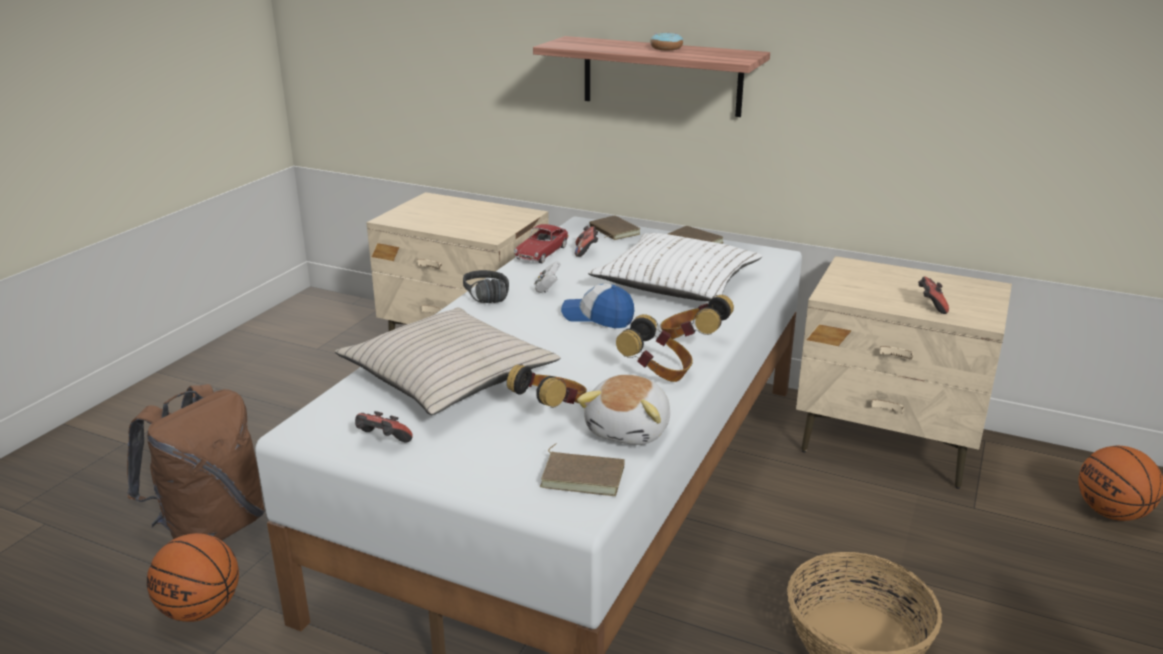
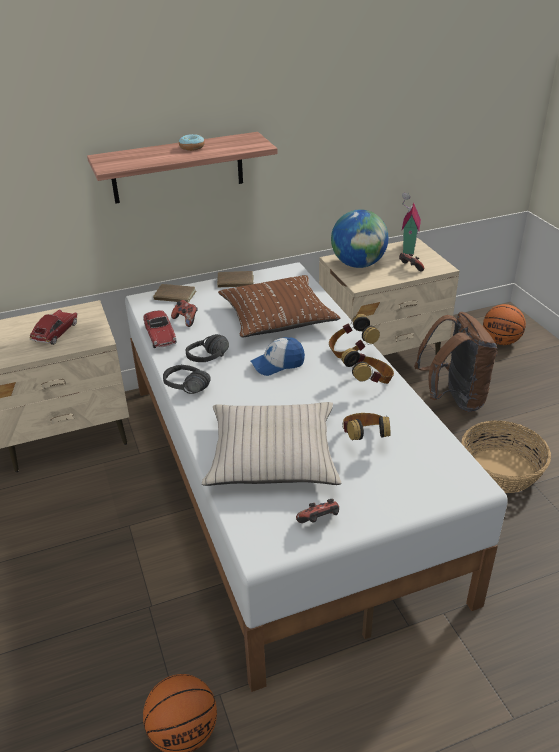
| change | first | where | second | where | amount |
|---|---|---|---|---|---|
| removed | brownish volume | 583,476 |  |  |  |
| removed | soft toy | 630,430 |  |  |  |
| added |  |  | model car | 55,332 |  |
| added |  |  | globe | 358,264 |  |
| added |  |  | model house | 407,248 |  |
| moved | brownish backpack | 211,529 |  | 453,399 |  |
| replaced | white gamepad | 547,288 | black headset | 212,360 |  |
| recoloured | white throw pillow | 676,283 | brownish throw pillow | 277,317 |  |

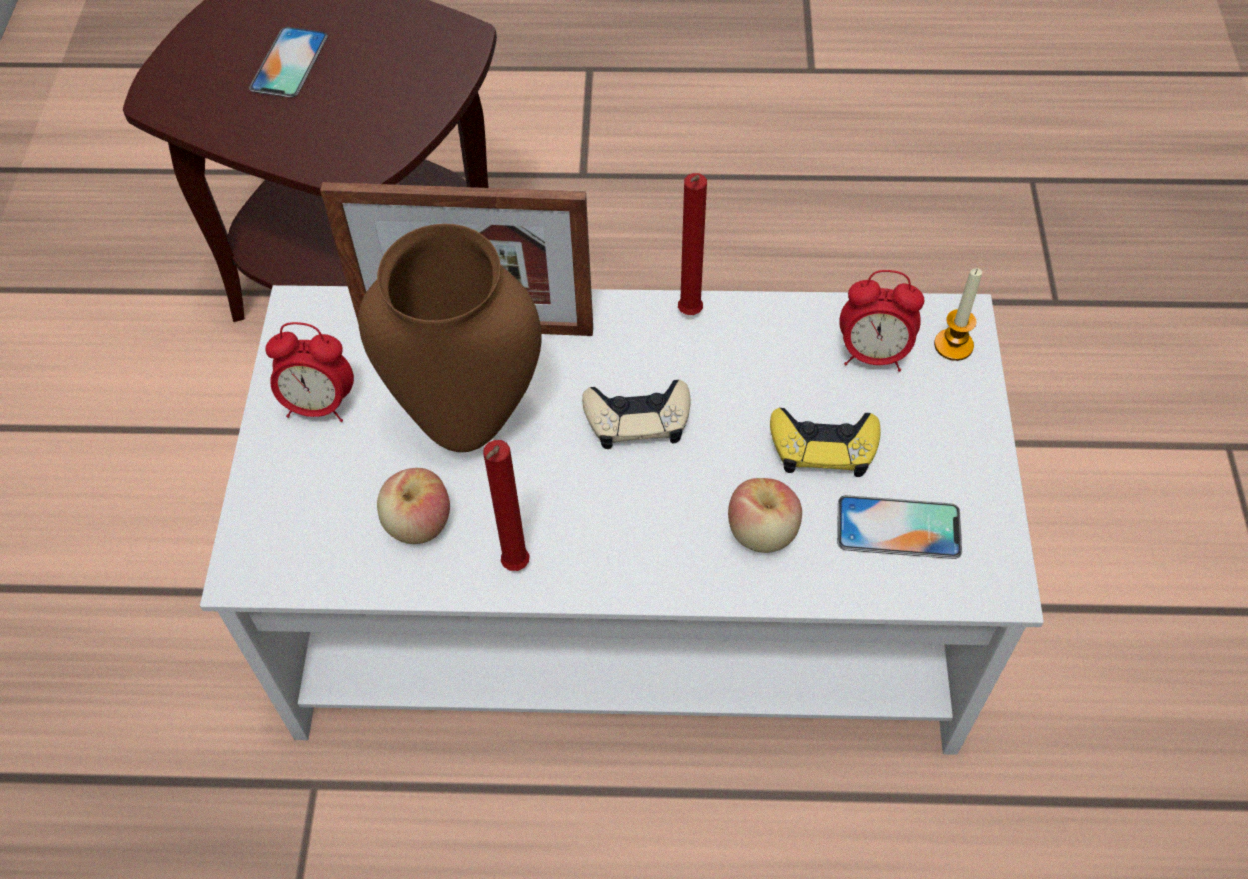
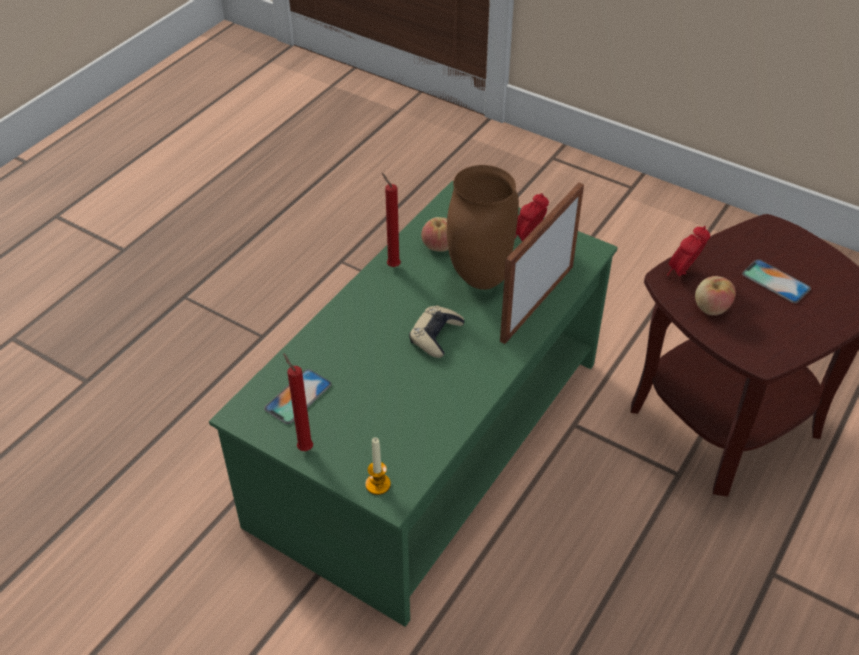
| change | first | where | second | where | amount |
|---|---|---|---|---|---|
| removed | yellow-coloured gamepad | 823,446 |  |  |  |
| moved | red wax candle | 688,315 |  | 304,447 |  |
| moved | whole apple | 762,532 |  | 711,308 |  |
| moved | alarm clock | 873,355 |  | 683,272 |  |
| recoloured | white lounge table | 632,595 | greenish lounge table | 428,442 |  |

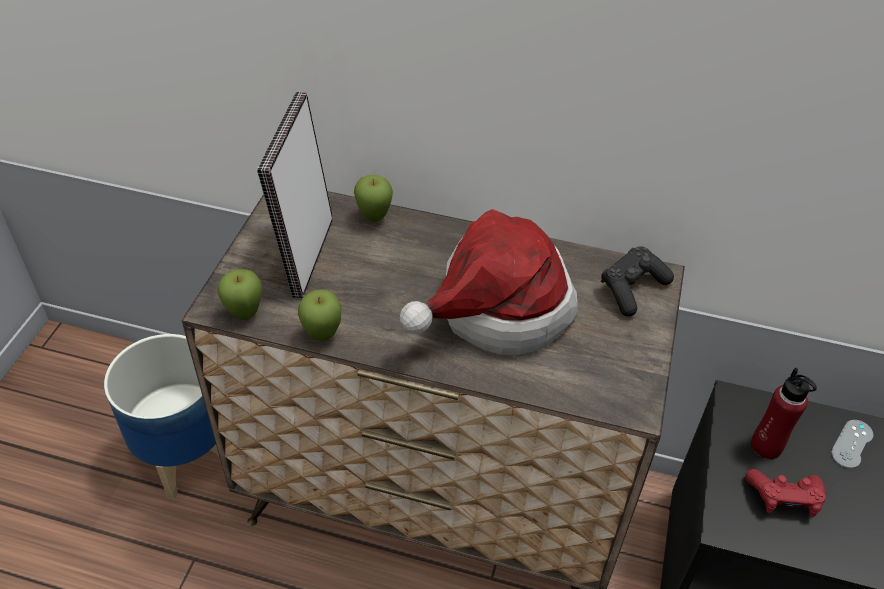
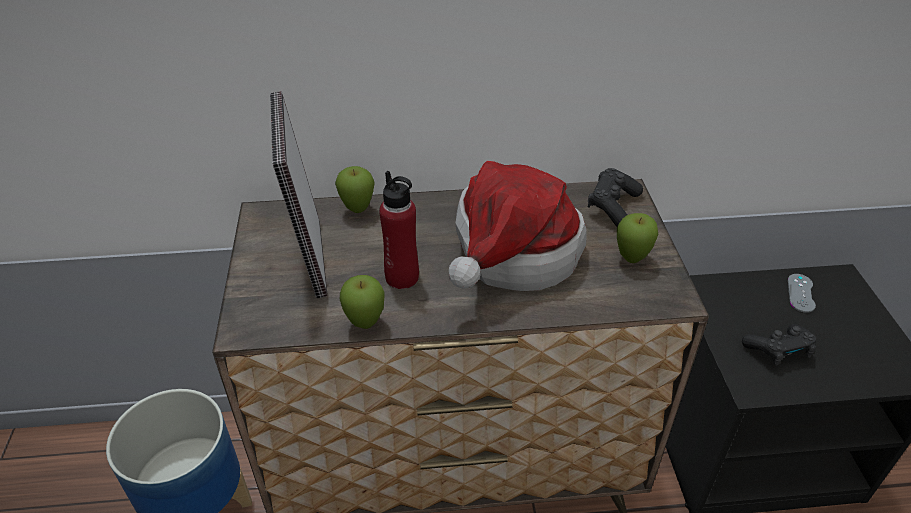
| change | first | where | second | where | amount |
|---|---|---|---|---|---|
| moved | whole apple | 245,315 |  | 631,259 |  |
| moved | red drink bottle | 766,446 |  | 402,277 |  |
| recoloured | red gamepad | 783,498 | black gamepad | 778,351 |  |

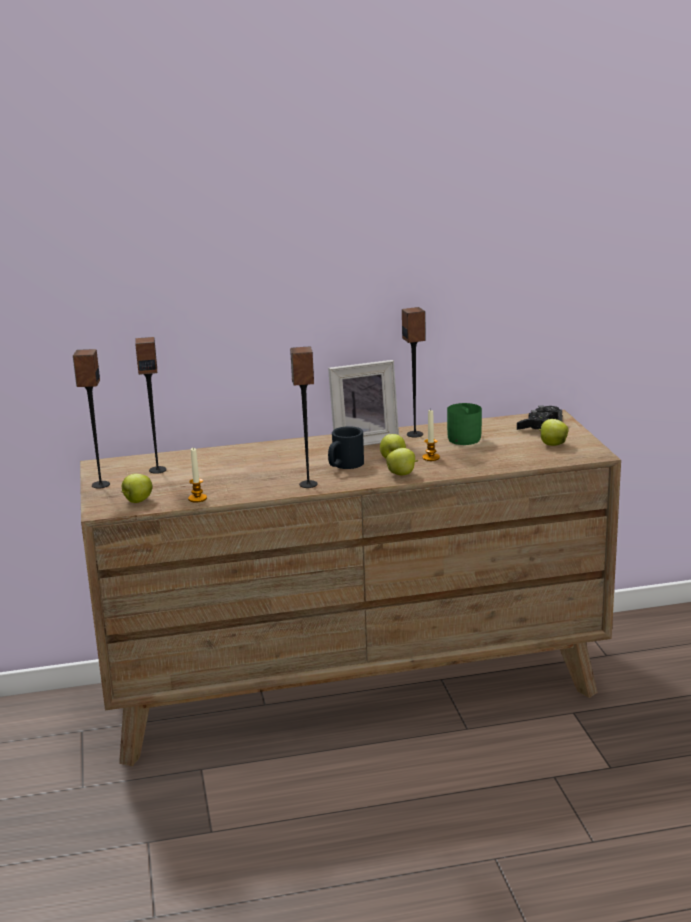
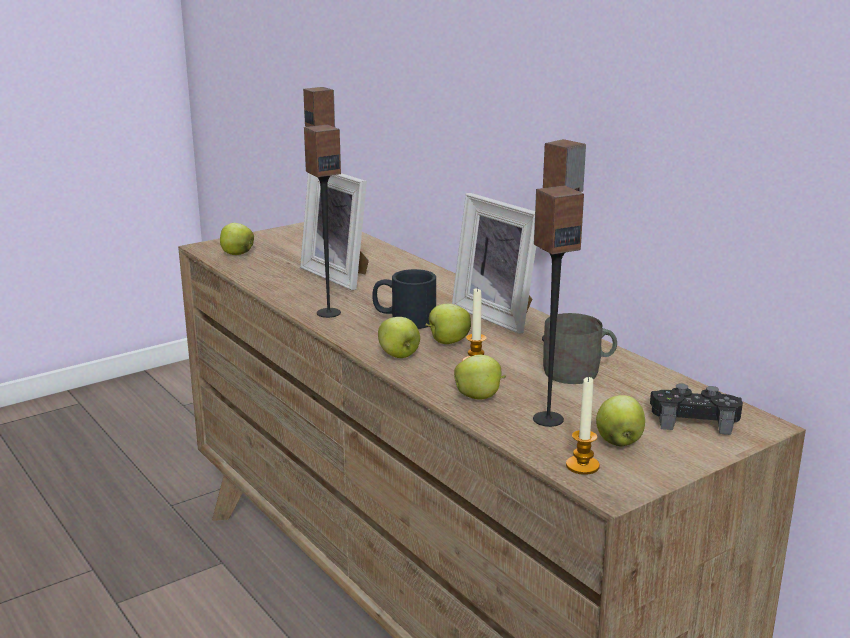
| change | first | where | second | where | amount |
|---|---|---|---|---|---|
| added |  |  | picture frame | 340,275 |  |
| added |  |  | whole apple | 479,397 |  |
| moved | audio speaker | 100,485 |  | 547,419 |  |
| moved | wax candle | 197,498 |  | 582,466 |  |
| recoloured | greenish coffee mug | 466,437 | greyish coffee mug | 579,372 |  |

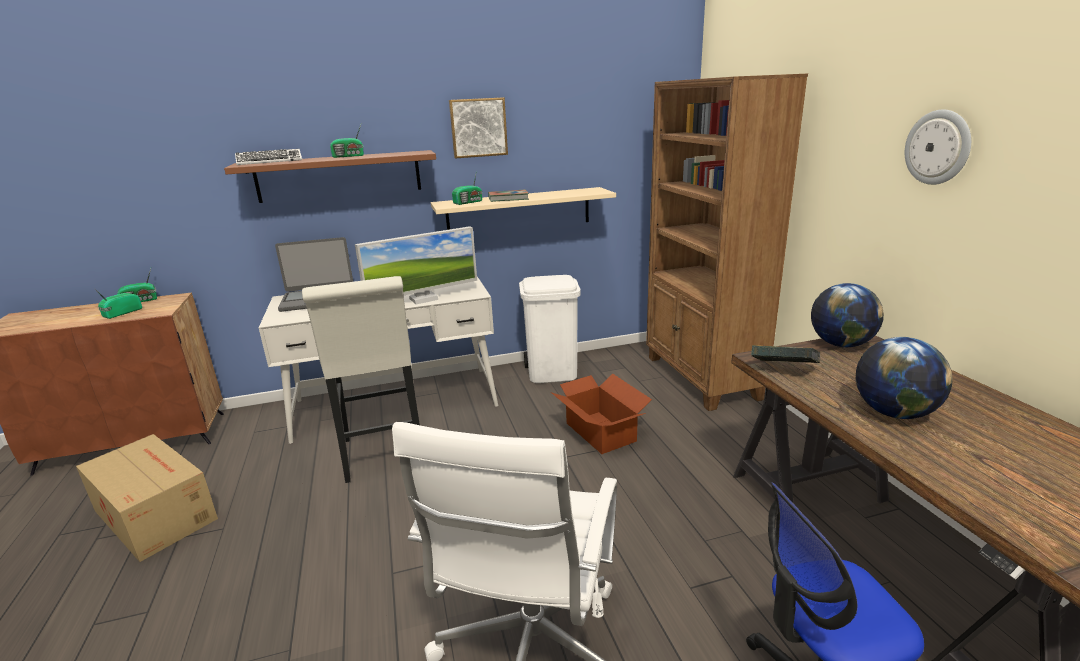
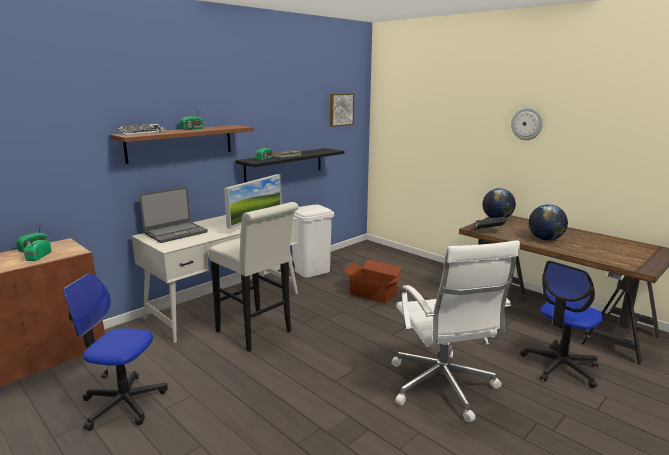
| change | first | where | second | where | amount |
|---|---|---|---|---|---|
| removed | brownish bookcase | 701,378 |  |  |  |
| moved | picture | 478,127 |  | 340,109 |  |
| replaced | cardboard box | 155,513 | desk chair | 123,403 |  |
| recoloured | beige bracket shelf | 519,211 | black bracket shelf | 284,165 |  |

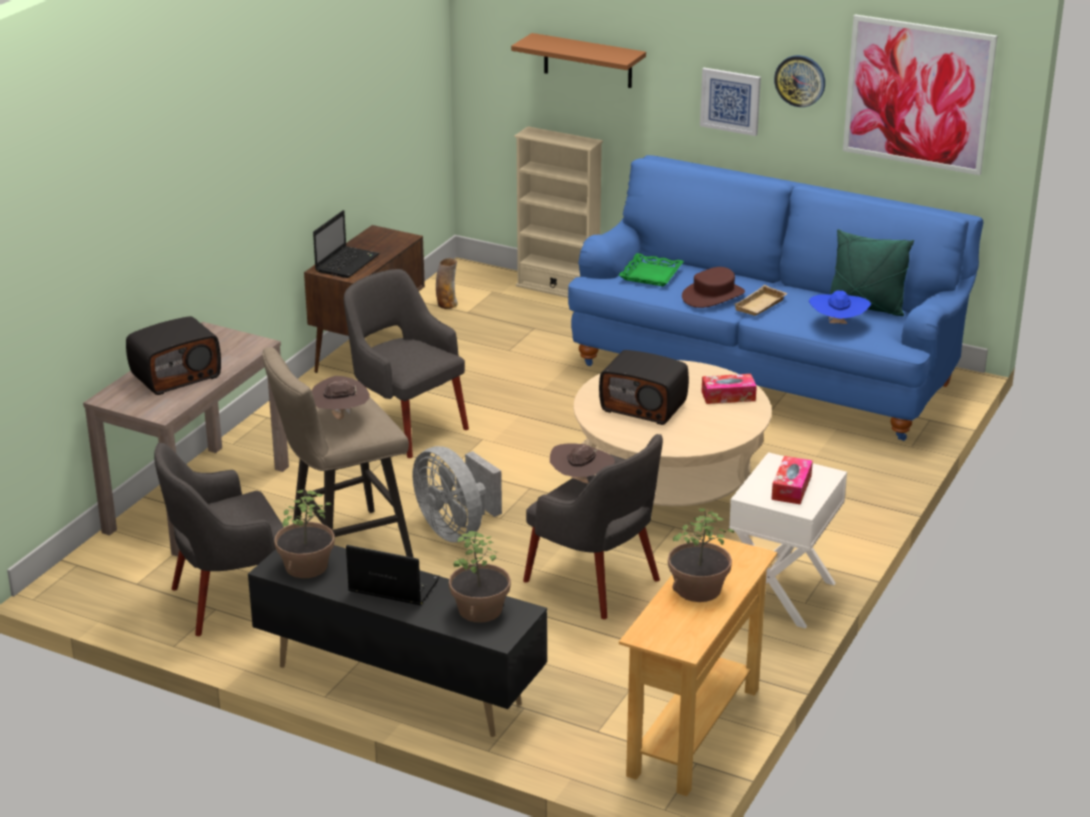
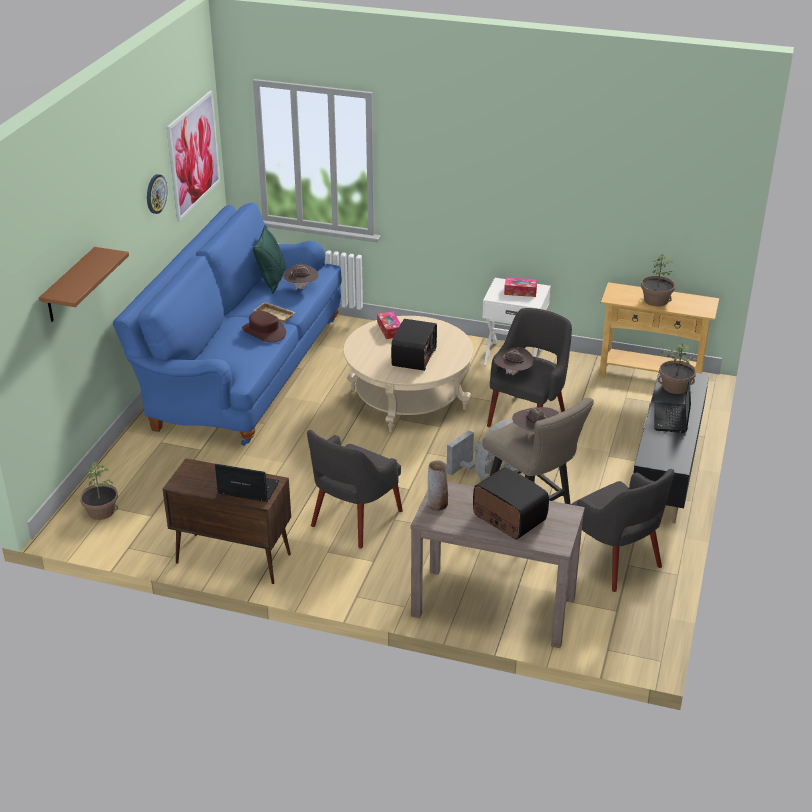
| change | first | where | second | where | amount |
|---|---|---|---|---|---|
| removed | beige bookcase | 558,289 |  |  |  |
| removed | greenish carrying tray | 651,275 |  |  |  |
| removed | picture | 730,101 |  |  |  |
| moved | houseplant | 306,566 |  | 101,511 |  |
| moved | vase | 447,304 |  | 437,505 |  |
| recoloured | bluish wearable hat | 837,325 | brownish wearable hat | 301,288 |  |

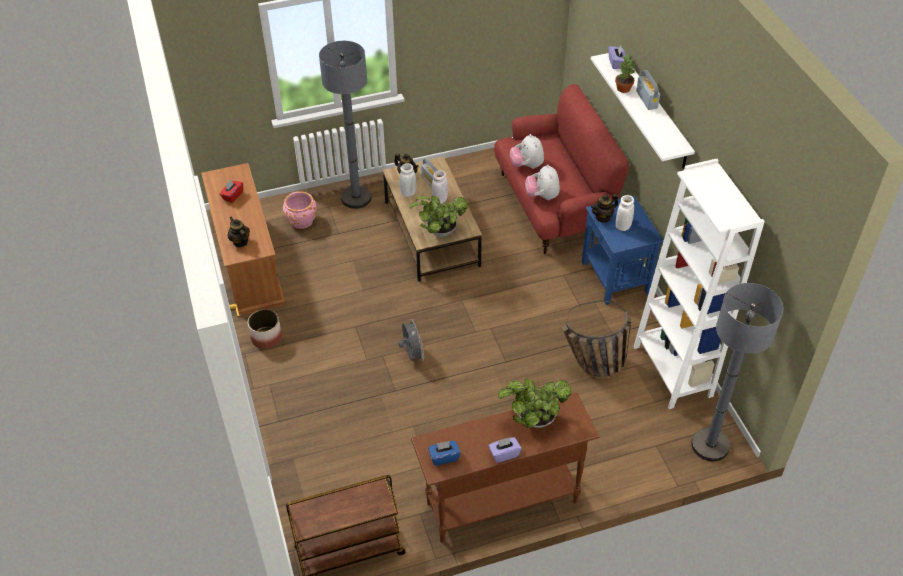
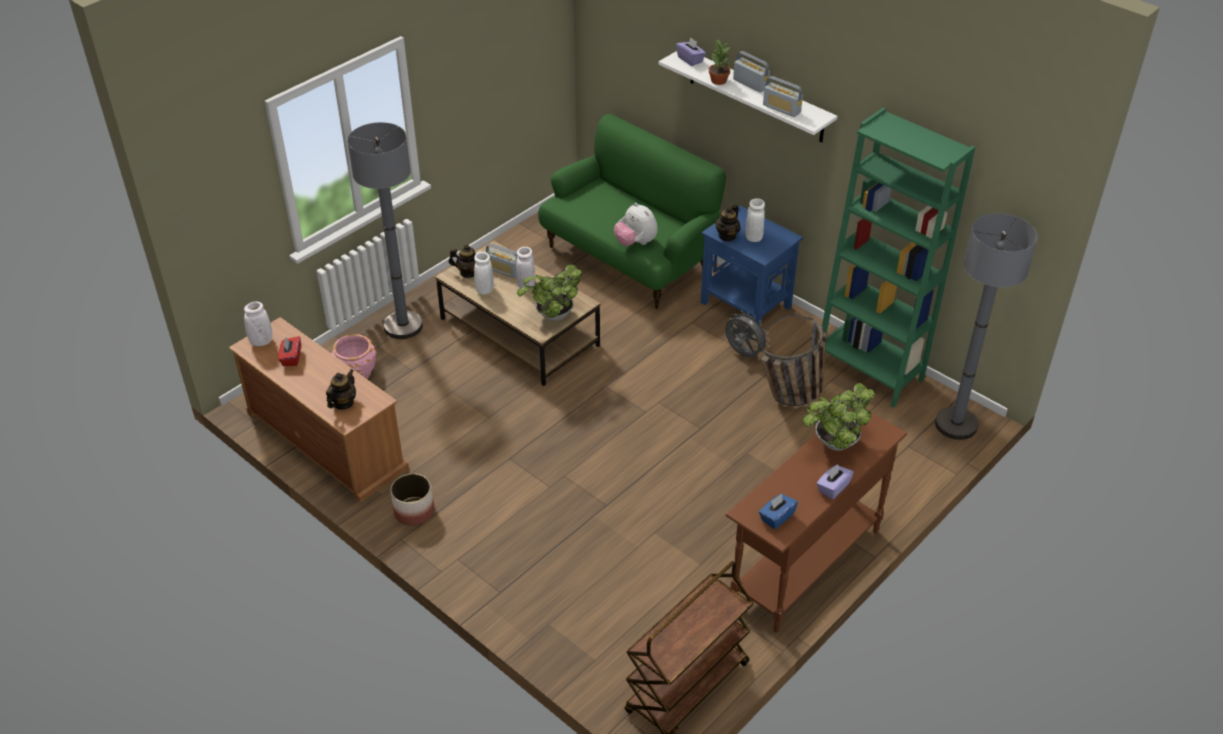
| change | first | where | second | where | amount |
|---|---|---|---|---|---|
| removed | soft toy | 526,165 |  |  |  |
| added |  |  | white vase | 261,341 |  |
| added |  |  | radio receiver | 781,109 |  |
| moved | greyish cooling fan | 412,355 |  | 743,354 |  |
| recoloured | red couch | 553,205 | greenish couch | 629,259 |  |
| recoloured | white bookcase | 672,371 | greenish bookcase | 869,371 |  |
| turned | tea pot | 240,242 |  | 343,403 | 90 degrees clockwise |

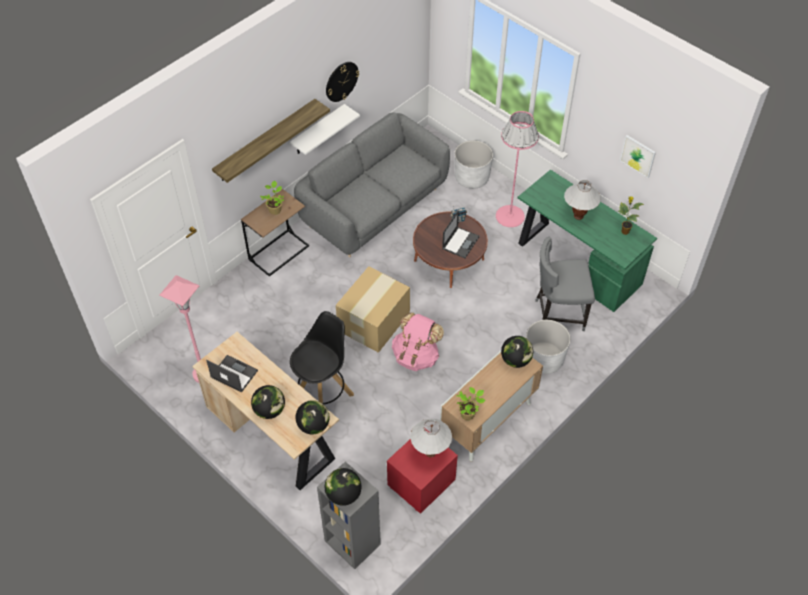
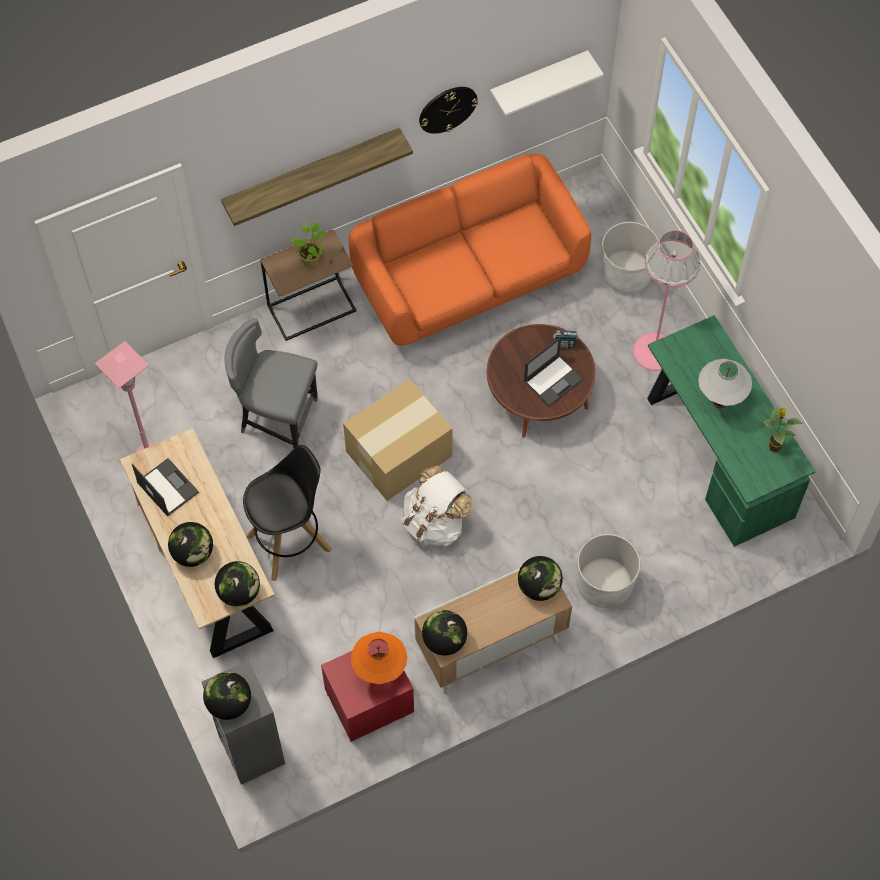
| change | first | where | second | where | amount |
|---|---|---|---|---|---|
| removed | picture | 638,156 |  |  |  |
| moved | white bracket shelf | 318,130 |  | 538,79 |  |
| moved | greyish upright chair | 558,313 |  | 277,418 |  |
| replaced | houseplant | 468,414 | globe | 444,640 |  |
| recoloured | greyish couch | 373,207 | orangey couch | 468,278 |  |
| recoloured | pinkish backpack | 416,356 | white backpack | 435,522 |  |
| recoloured | white table lamp | 430,452 | orangey table lamp | 380,673 |  |

